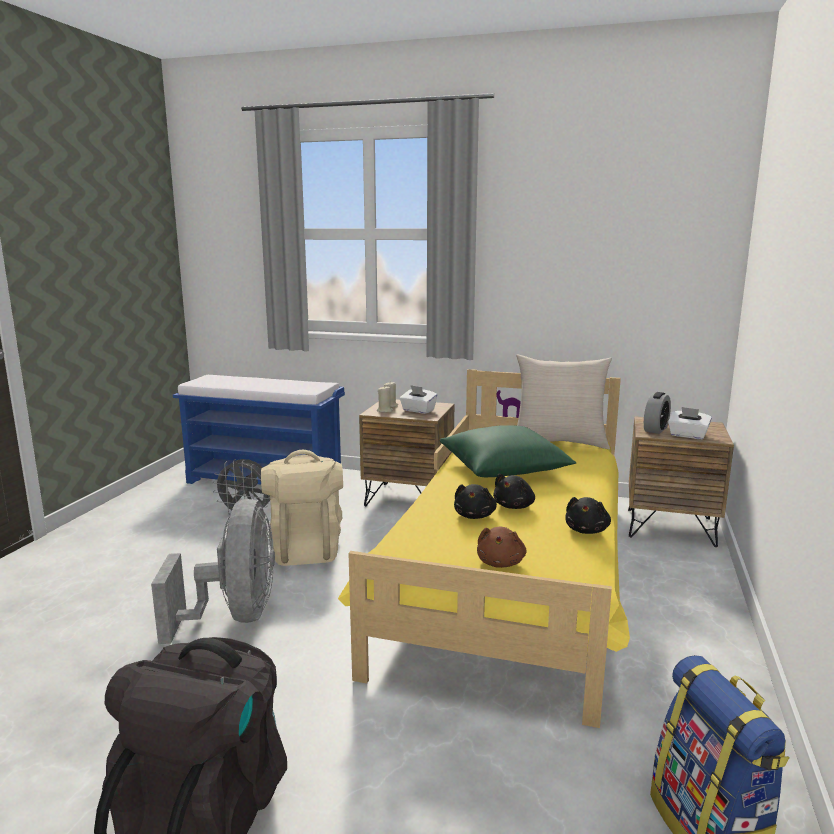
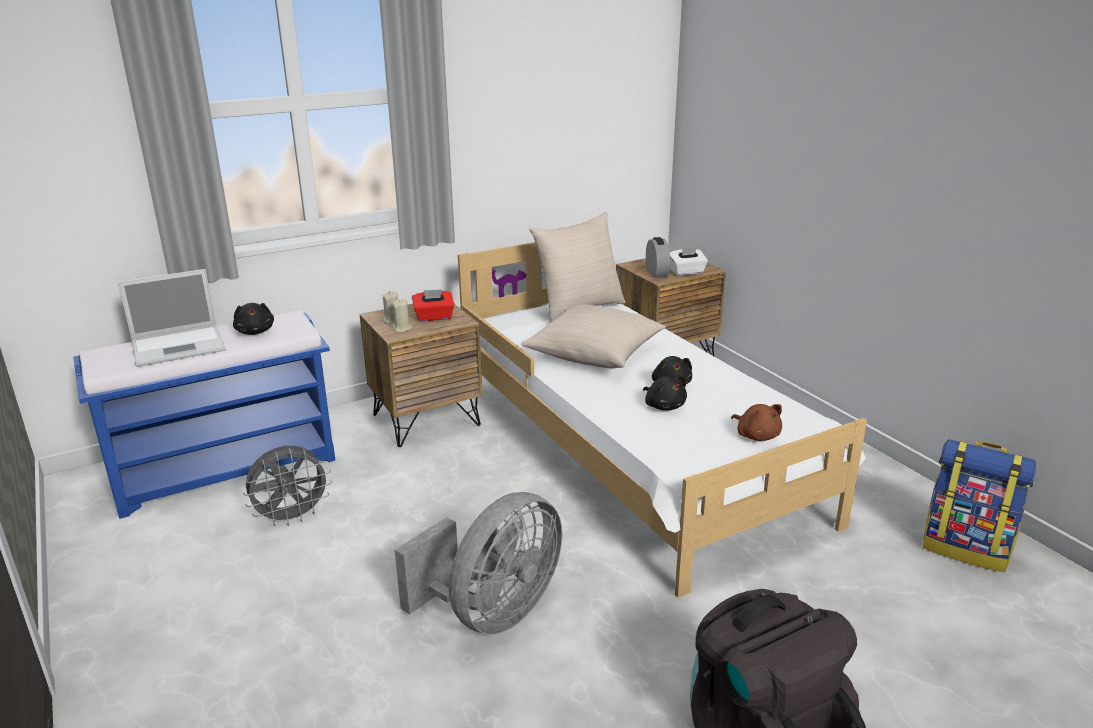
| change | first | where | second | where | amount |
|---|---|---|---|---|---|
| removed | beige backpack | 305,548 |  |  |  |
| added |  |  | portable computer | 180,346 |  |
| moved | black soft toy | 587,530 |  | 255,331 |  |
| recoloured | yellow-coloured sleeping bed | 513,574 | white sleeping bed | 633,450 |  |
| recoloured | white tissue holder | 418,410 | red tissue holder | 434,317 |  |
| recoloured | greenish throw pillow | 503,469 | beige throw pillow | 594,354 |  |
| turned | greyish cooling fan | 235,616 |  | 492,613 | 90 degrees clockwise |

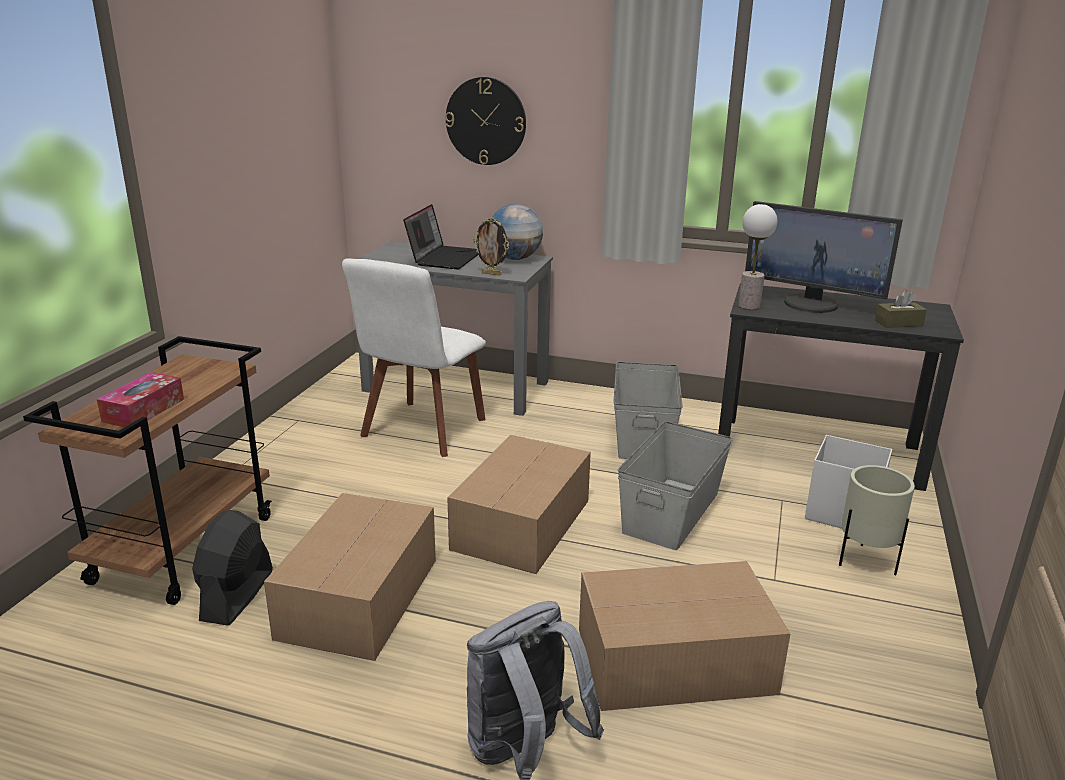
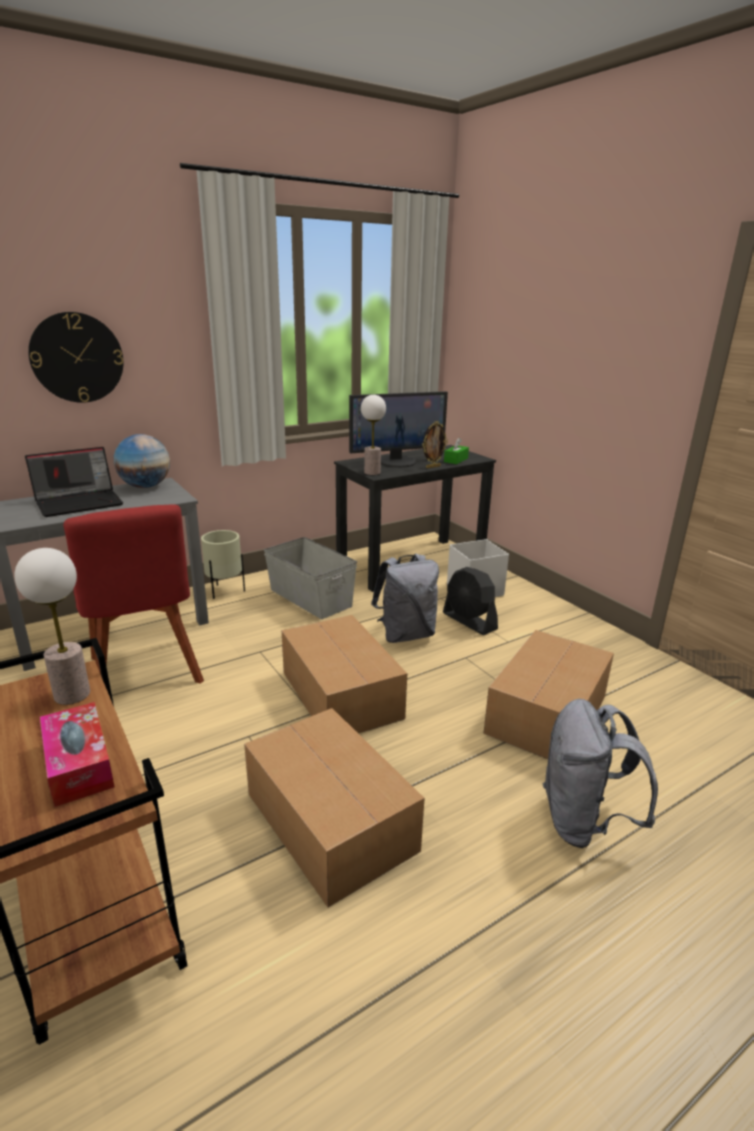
| change | first | where | second | where | amount |
|---|---|---|---|---|---|
| added |  |  | table lamp | 72,695 |  |
| moved | black cooling fan | 237,595 |  | 469,621 |  |
| moved | picture frame | 491,274 |  | 433,467 |  |
| moved | beige plant pot | 865,562 |  | 225,592 |  |
| replaced | greyish storage box | 672,512 | greyish backpack | 406,634 |  |
| recoloured | white upright chair | 421,431 | red upright chair | 146,674 |  |
| recoloured | brownish tissue holder | 898,323 | greenish tissue holder | 456,460 |  |
| turned | portable computer | 444,258 |  | 80,503 | 90 degrees clockwise |

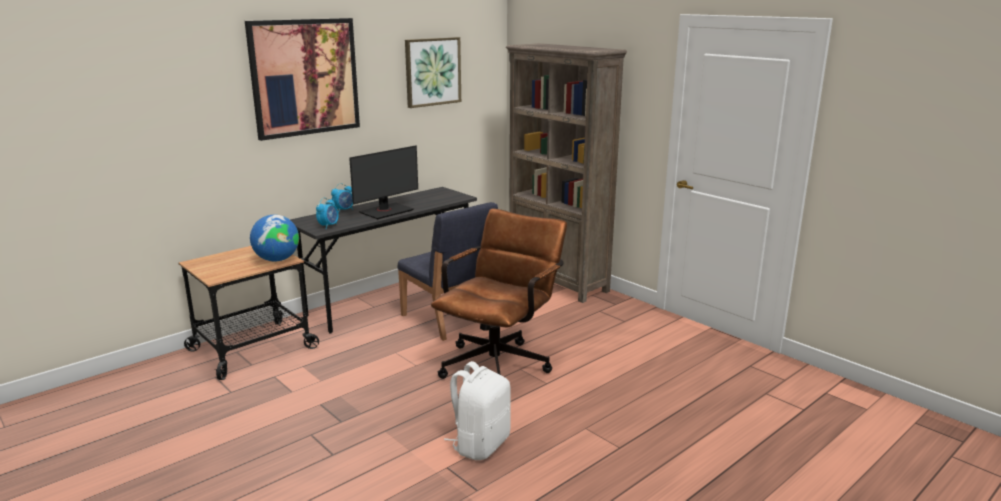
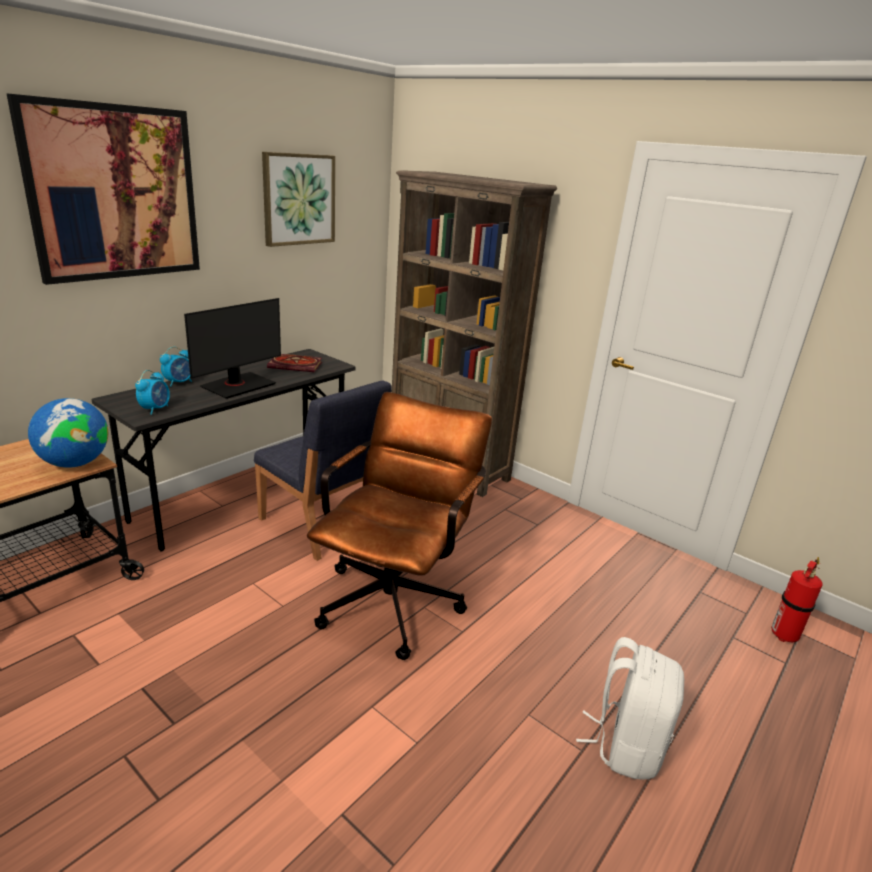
| change | first | where | second | where | amount |
|---|---|---|---|---|---|
| added |  |  | volume | 296,365 |  |
| added |  |  | fire extinguisher | 784,635 |  |
| moved | white backpack | 480,444 |  | 625,745 |  |

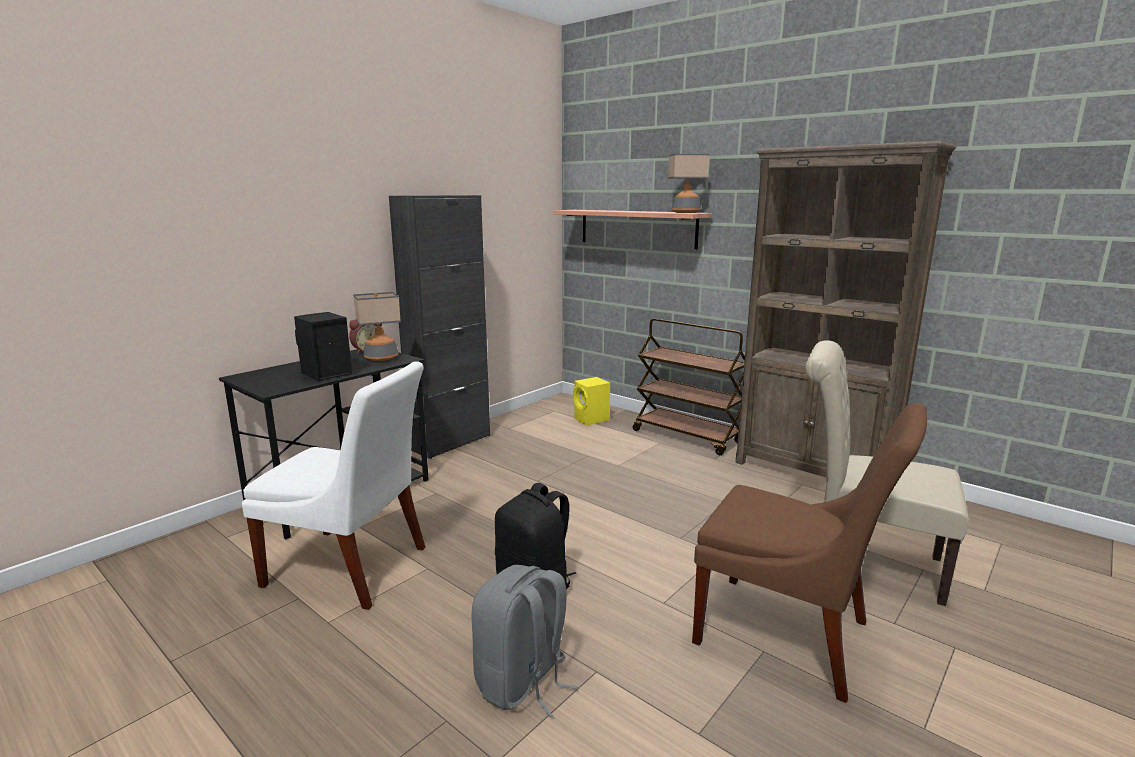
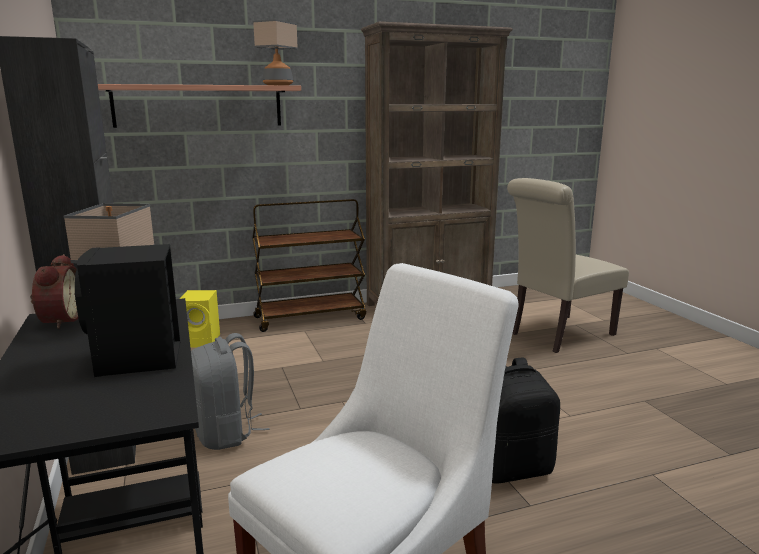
| change | first | where | second | where | amount |
|---|---|---|---|---|---|
| removed | brownish upright chair | 790,636 |  |  |  |
| moved | greyish backpack | 523,683 |  | 226,433 |  |

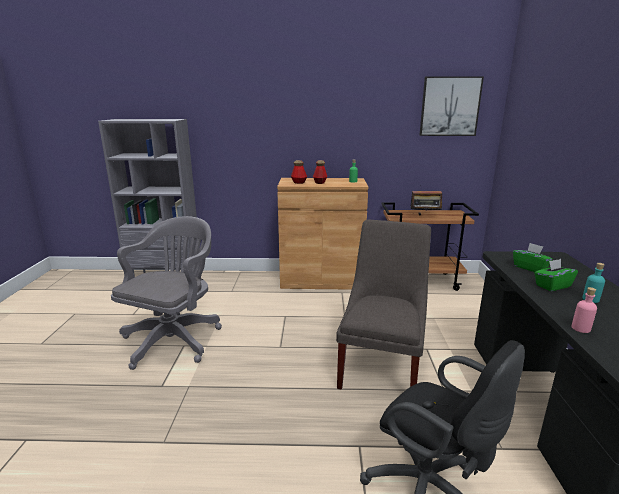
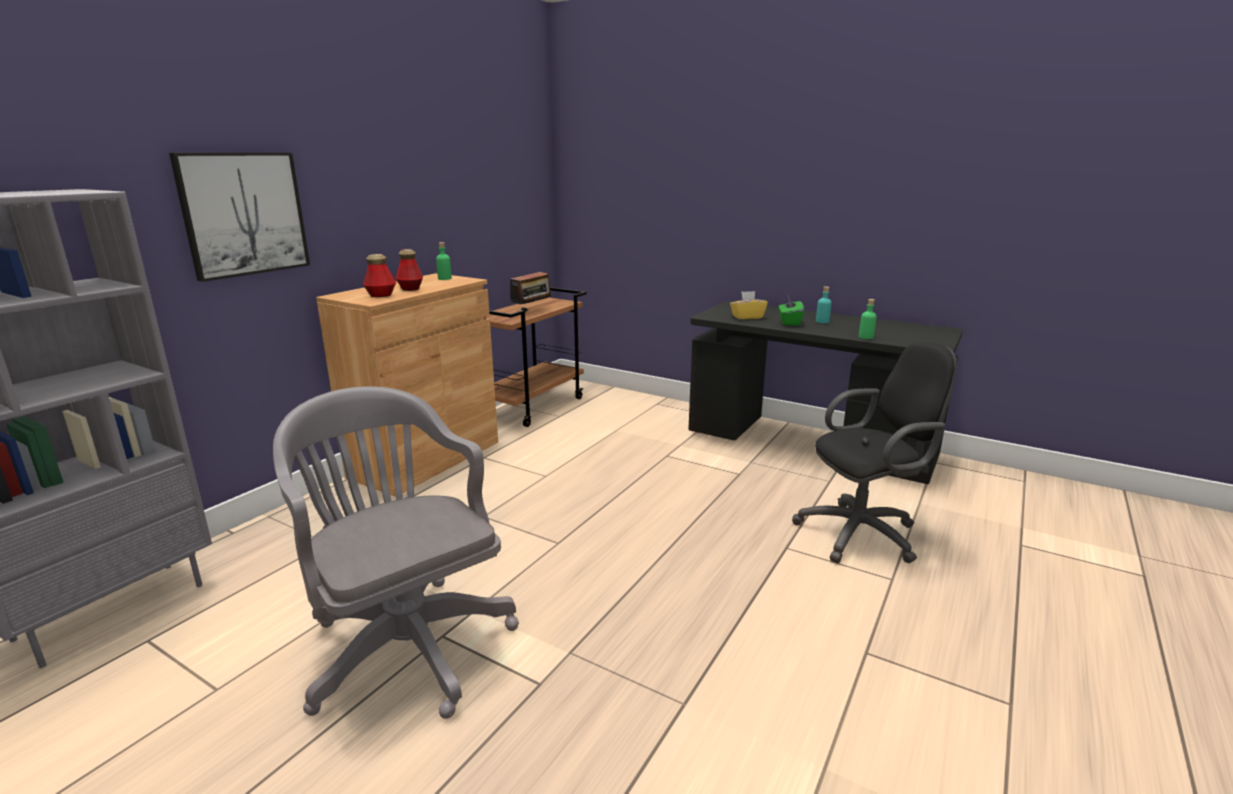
| change | first | where | second | where | amount |
|---|---|---|---|---|---|
| removed | greyish upright chair | 382,366 |  |  |  |
| moved | picture | 450,106 |  | 243,214 |  |
| recoloured | greenish tissue holder | 530,268 | yellow-coloured tissue holder | 747,317 |  |
| recoloured | pinkish drink bottle | 581,328 | greenish drink bottle | 866,337 |  |

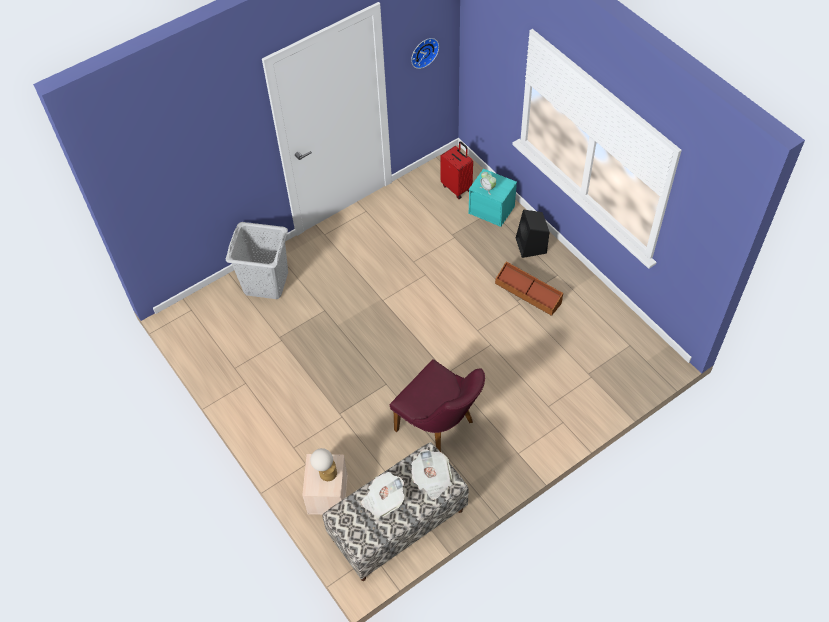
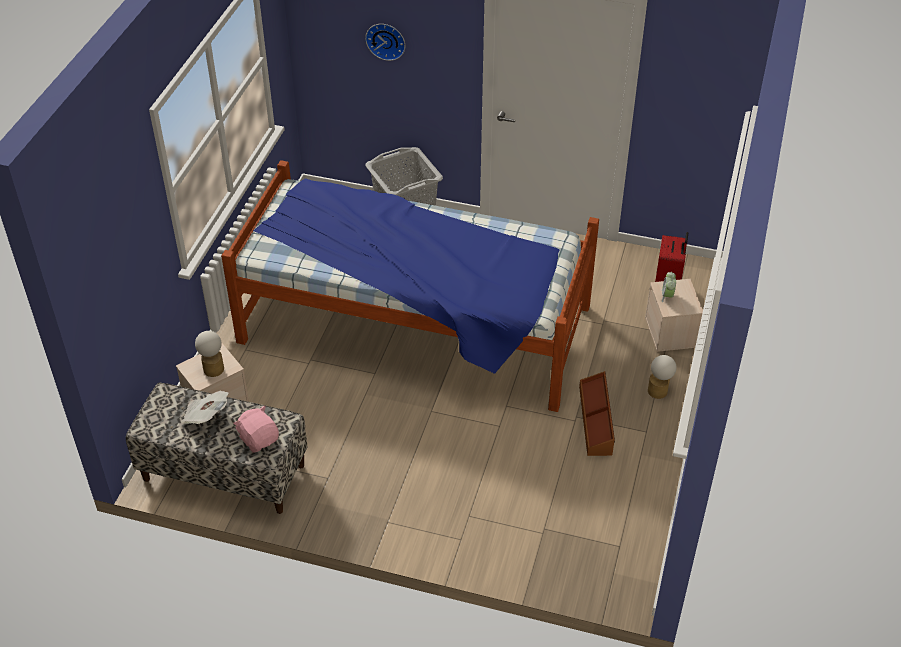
| change | first | where | second | where | amount |
|---|---|---|---|---|---|
| removed | purplish upright chair | 440,429 |  |  |  |
| added |  |  | sleeping bed | 415,326 |  |
| moved | clock on the wall | 423,51 |  | 386,40 |  |
| replaced | newspaper | 432,479 | pinkish soft toy | 259,439 |  |
| replaced | black audio speaker | 531,246 | table lamp | 659,389 |  |
| recoloured | blue-green storage box | 492,209 | beige storage box | 671,332 |  |

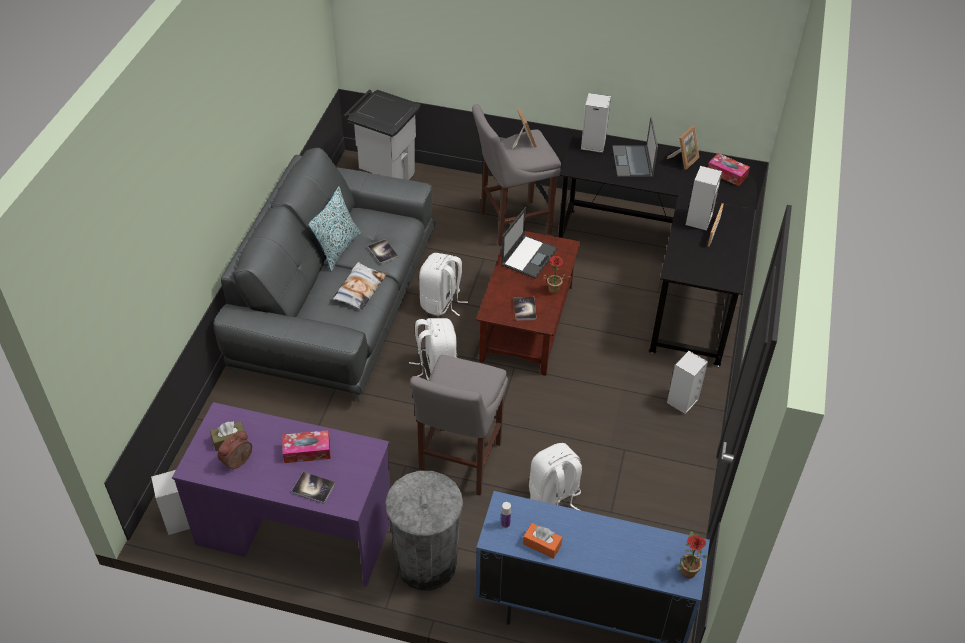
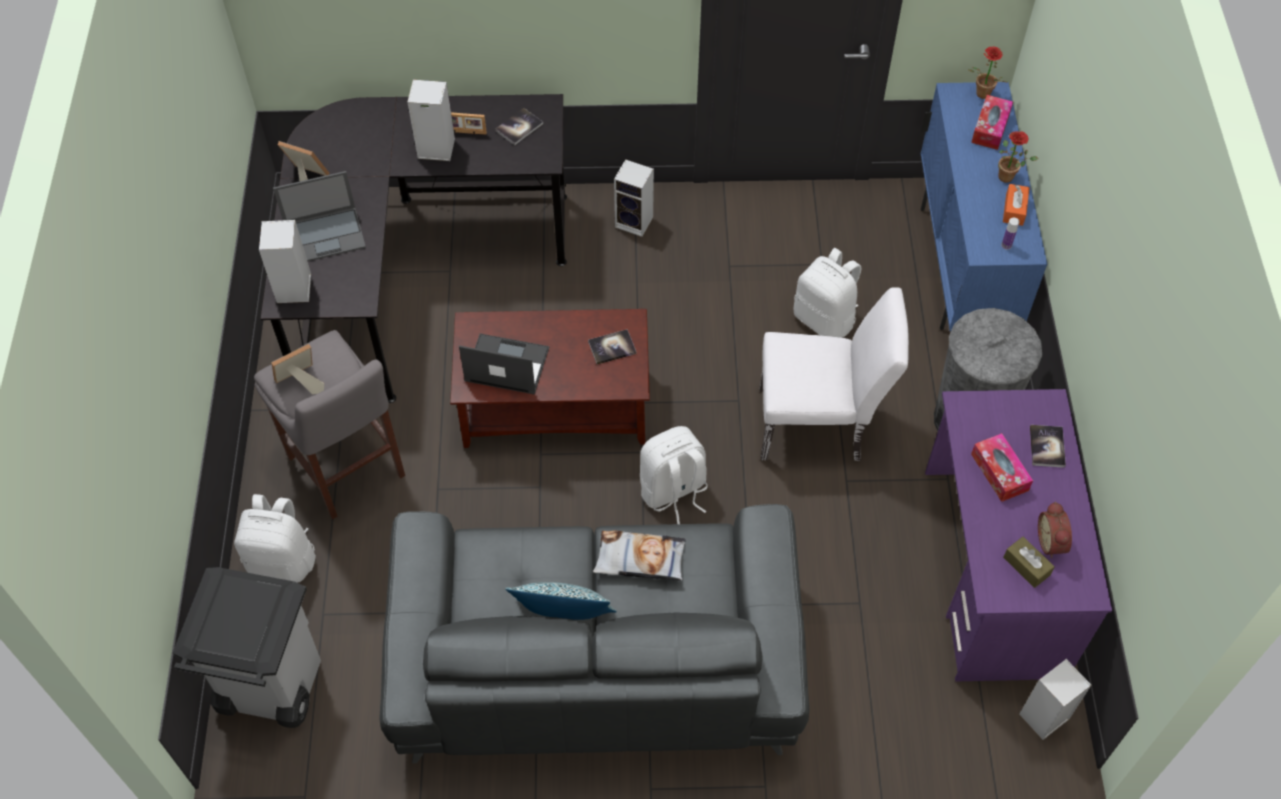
| change | first | where | second | where | amount |
|---|---|---|---|---|---|
| moved | volume | 382,252 |  | 519,127 |  |
| moved | white backpack | 441,303 |  | 283,561 |  |
| moved | houseplant | 553,291 |  | 1009,177 |  |
| moved | tissue holder | 727,174 |  | 990,128 |  |
| replaced | greyish sitting stool | 458,464 | white upright chair | 820,425 |  |
| turned | alarm clock | 238,462 |  | 1052,542 | 60 degrees clockwise |

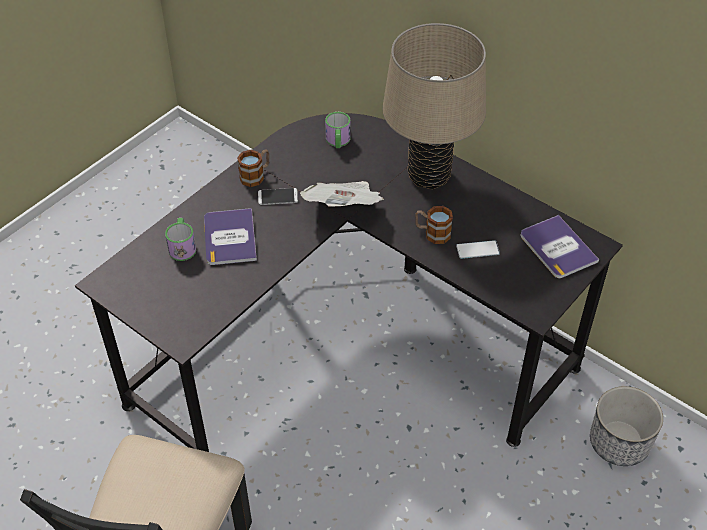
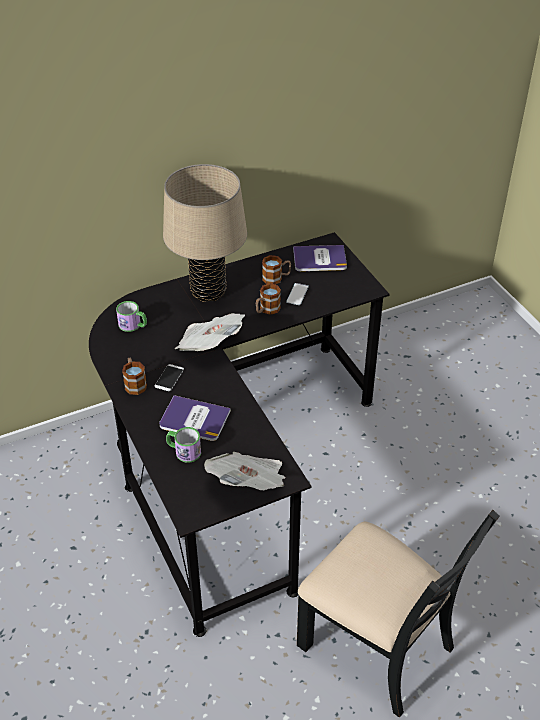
| change | first | where | second | where | amount |
|---|---|---|---|---|---|
| removed | plant pot | 619,443 |  |  |  |
| added |  |  | newspaper | 249,484 |  |
| added |  |  | coffee mug | 276,278 |  |

